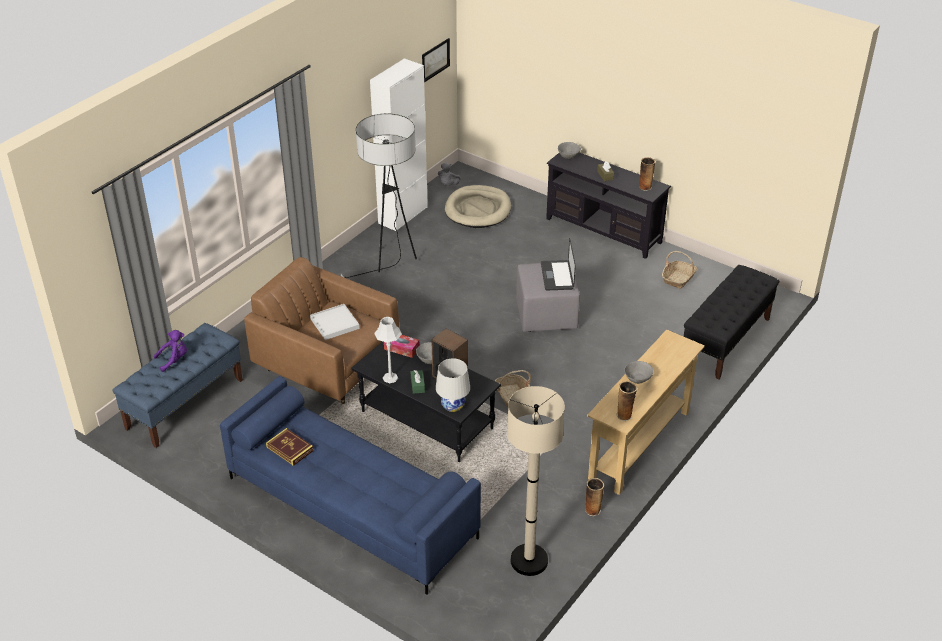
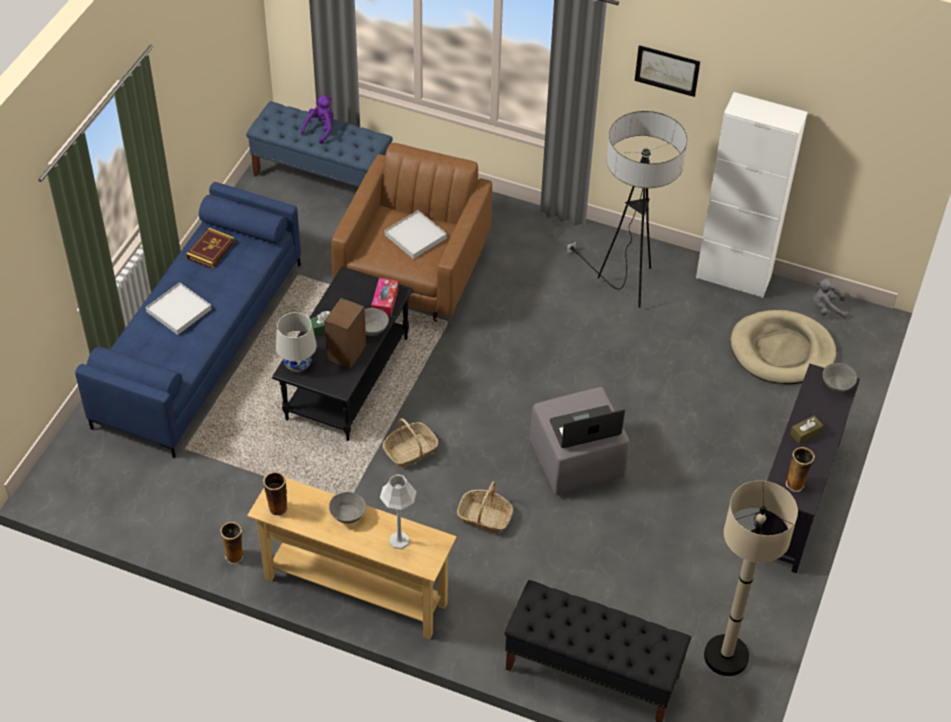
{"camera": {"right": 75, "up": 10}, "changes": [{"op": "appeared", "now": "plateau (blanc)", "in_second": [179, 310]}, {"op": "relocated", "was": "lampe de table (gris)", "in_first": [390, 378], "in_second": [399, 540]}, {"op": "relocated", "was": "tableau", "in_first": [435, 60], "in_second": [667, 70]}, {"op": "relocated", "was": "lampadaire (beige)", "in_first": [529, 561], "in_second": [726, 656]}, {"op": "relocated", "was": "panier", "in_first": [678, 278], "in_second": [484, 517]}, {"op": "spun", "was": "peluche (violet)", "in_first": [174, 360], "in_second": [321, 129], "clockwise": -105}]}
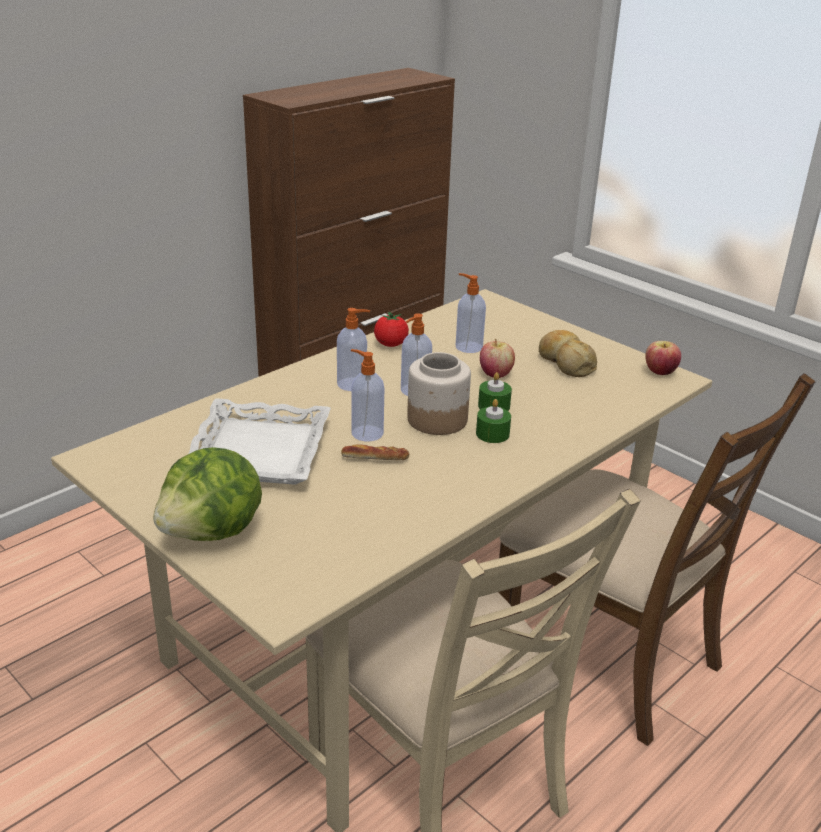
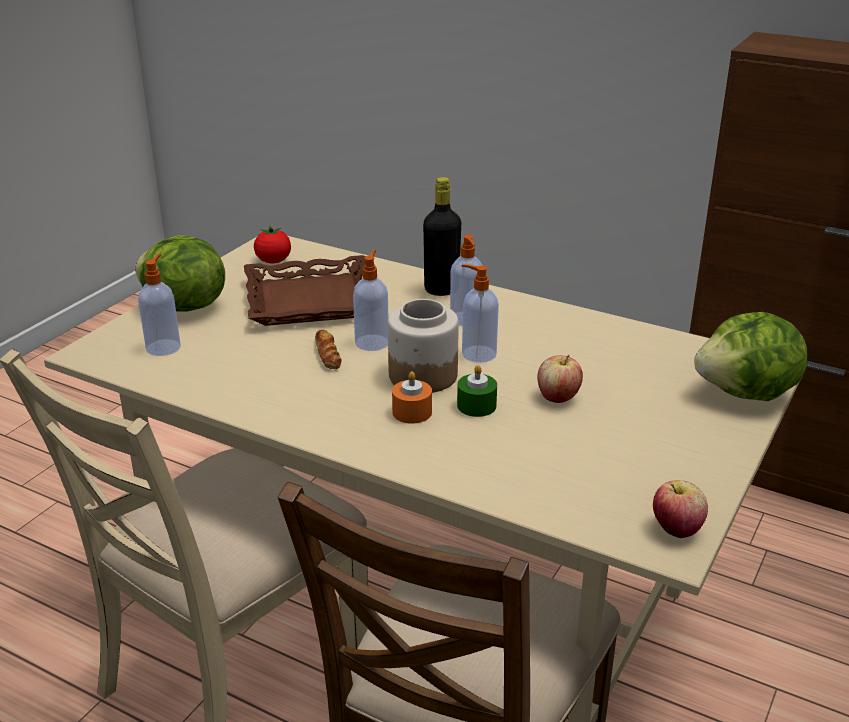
{"camera": {"right": 75, "up": 0}, "changes": [{"op": "missing", "was": "pain", "in_first": [566, 362]}, {"op": "appeared", "now": "bouteille (noir)", "in_second": [441, 289]}, {"op": "appeared", "now": "laitue", "in_second": [747, 394]}, {"op": "relocated", "was": "tomate", "in_first": [391, 344], "in_second": [273, 261]}, {"op": "relocated", "was": "distributeur de savon", "in_first": [468, 347], "in_second": [164, 347]}, {"op": "colour", "was": "plateau (blanc)", "now": "plateau (marron)", "in_first": [259, 452], "in_second": [311, 301]}, {"op": "colour", "was": "bougie (vert)", "now": "bougie (orange)", "in_first": [492, 434], "in_second": [412, 412]}]}
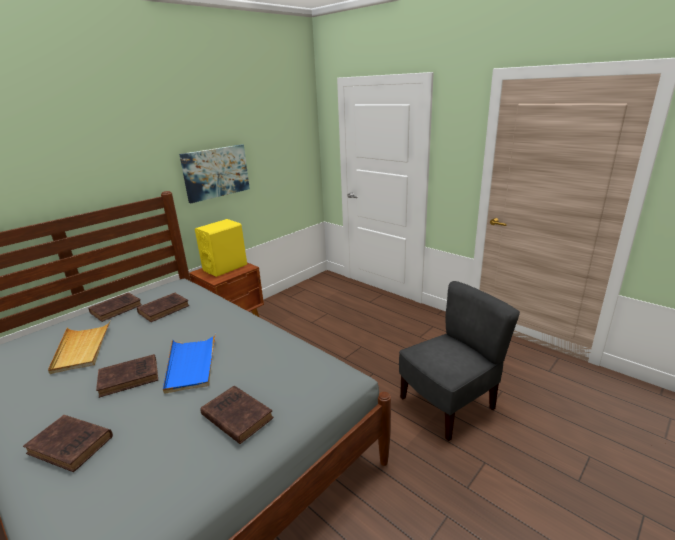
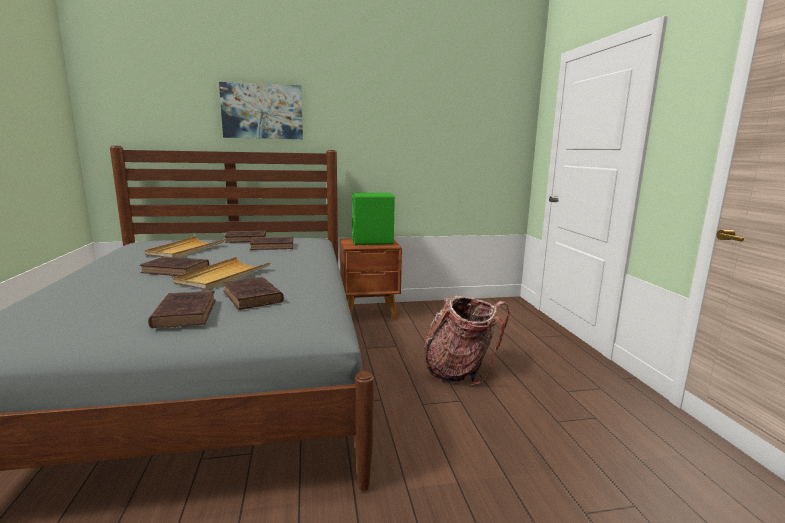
{"camera": {"right": 35, "up": -10}, "changes": [{"op": "missing", "was": "chaise (gris)", "in_first": [448, 404]}, {"op": "appeared", "now": "sac à dos", "in_second": [460, 371]}, {"op": "relocated", "was": "livre (marron)", "in_first": [72, 445], "in_second": [253, 297]}, {"op": "relocated", "was": "tableau", "in_first": [216, 172], "in_second": [262, 111]}, {"op": "colour", "was": "plateau (bleu)", "now": "plateau (beige)", "in_first": [191, 364], "in_second": [223, 276]}, {"op": "colour", "was": "enceinte (jaune)", "now": "enceinte (vert)", "in_first": [225, 267], "in_second": [372, 242]}]}
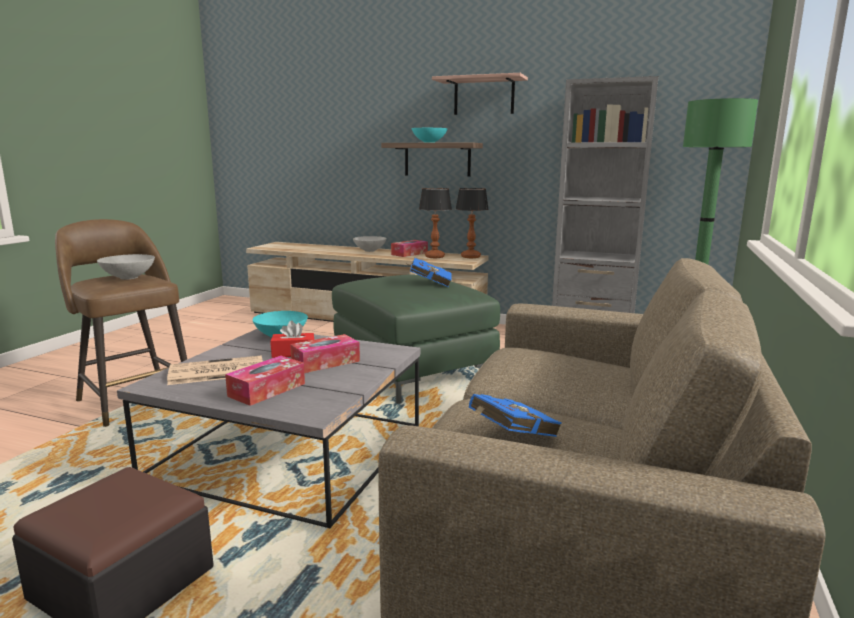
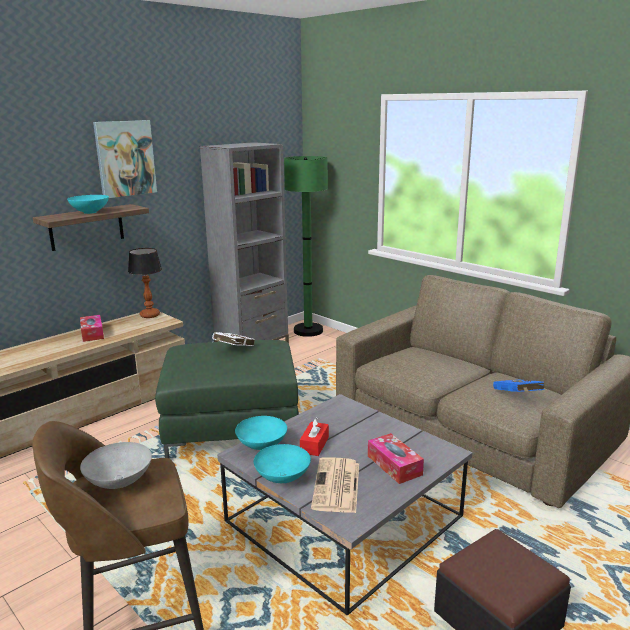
{"camera": {"right": -65, "up": 5}, "changes": [{"op": "missing", "was": "boîte à mouchoirs", "in_first": [325, 362]}, {"op": "missing", "was": "bol (gris)", "in_first": [369, 251]}, {"op": "missing", "was": "lampe de table", "in_first": [434, 257]}, {"op": "appeared", "now": "bol (turquoise)", "in_second": [282, 478]}, {"op": "exchanged", "was": "étagère", "now": "tableau", "in_first": [484, 96], "in_second": [125, 158]}, {"op": "colour", "was": "livre (bleu)", "now": "livre (blanc)", "in_first": [428, 283], "in_second": [233, 350]}]}
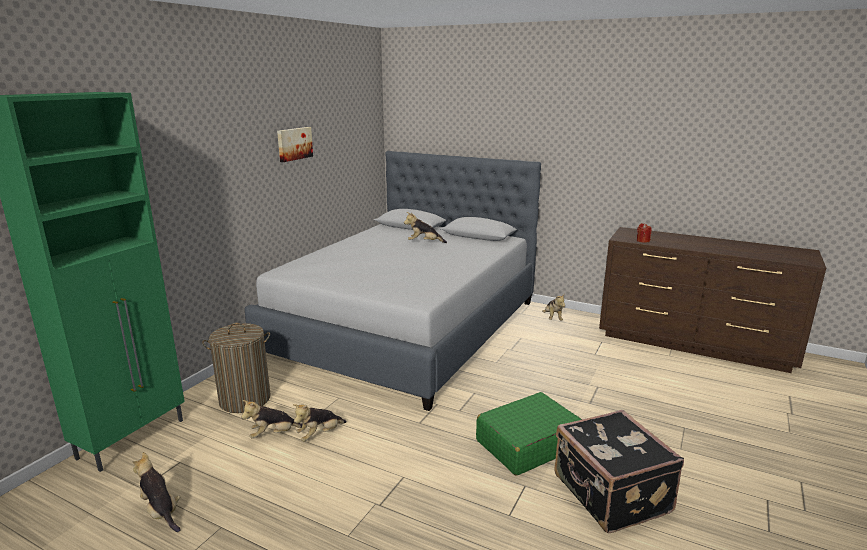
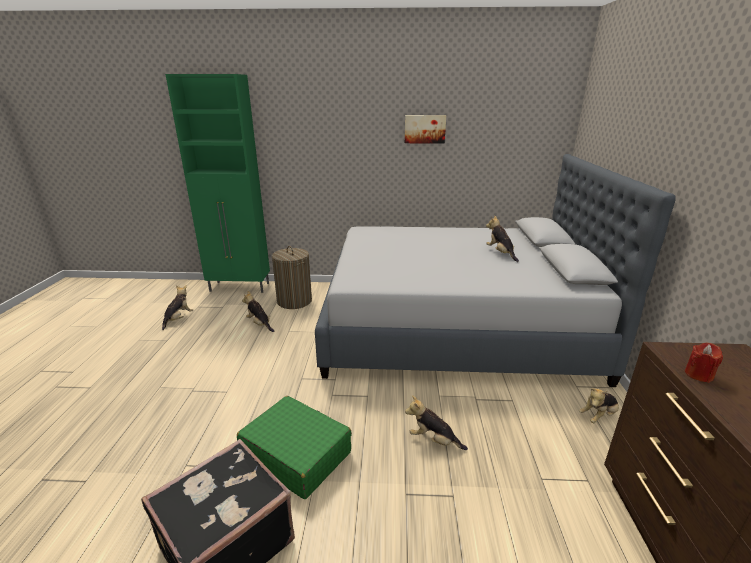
{"camera": {"right": 65, "up": 5}, "changes": [{"op": "relocated", "was": "peluche", "in_first": [319, 435], "in_second": [433, 440]}]}
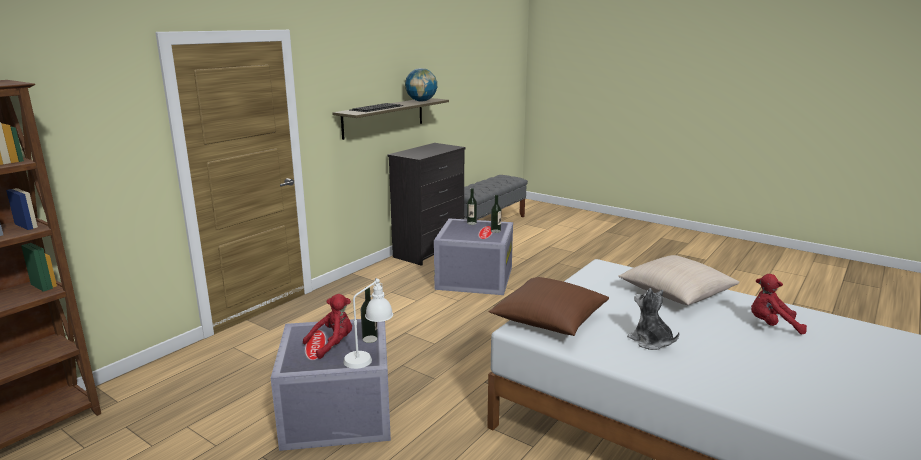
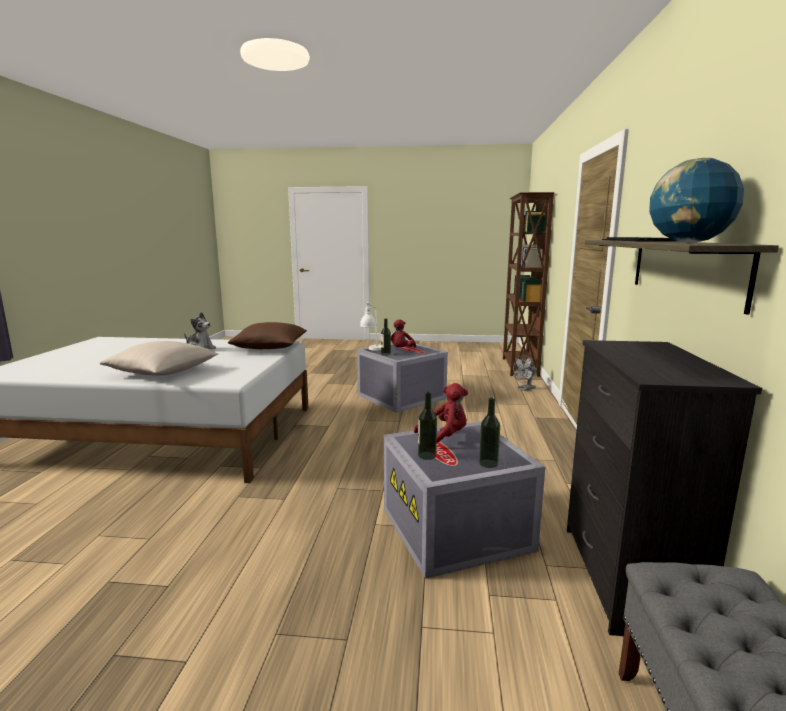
{"camera": {"right": 150, "up": -5}, "changes": [{"op": "appeared", "now": "ventilateur (gris)", "in_second": [524, 389]}, {"op": "relocated", "was": "peluche (rouge)", "in_first": [772, 325], "in_second": [444, 437]}]}
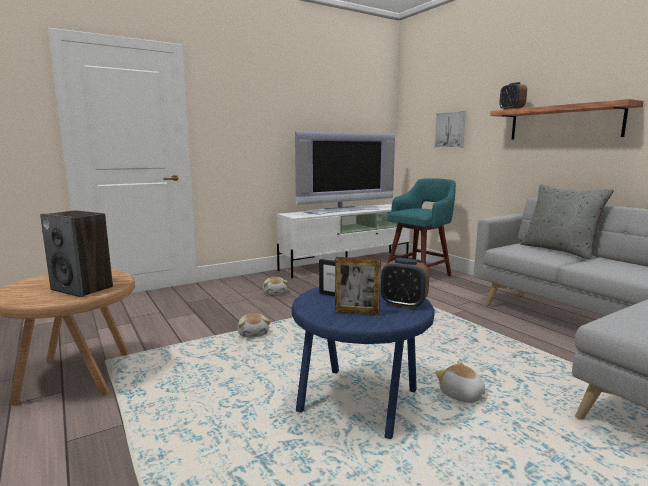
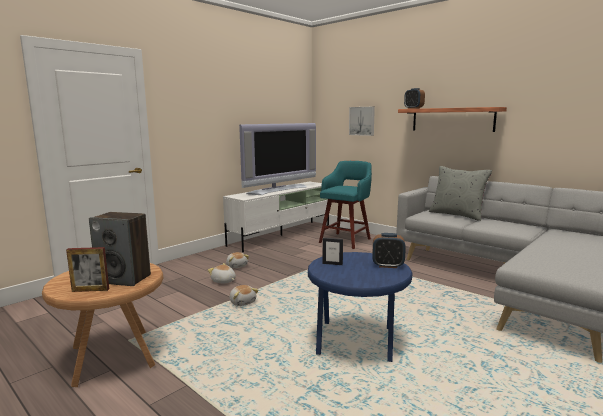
{"camera": {"right": -15, "up": 0}, "changes": [{"op": "relocated", "was": "cadre photo", "in_first": [357, 312], "in_second": [90, 290]}, {"op": "relocated", "was": "peluche", "in_first": [461, 395], "in_second": [223, 281]}]}
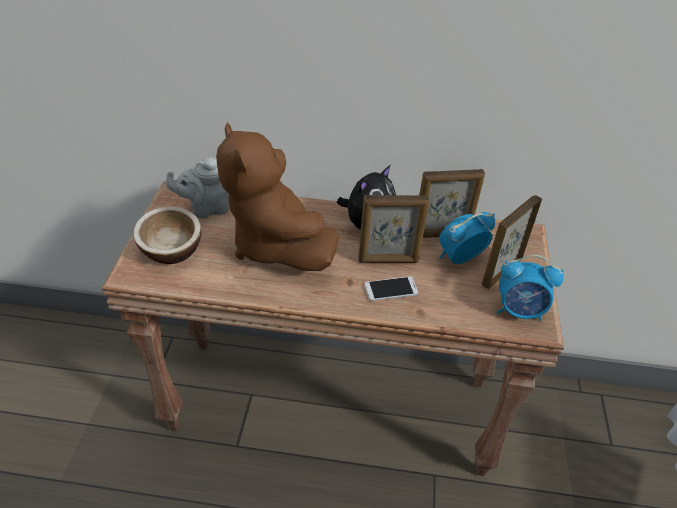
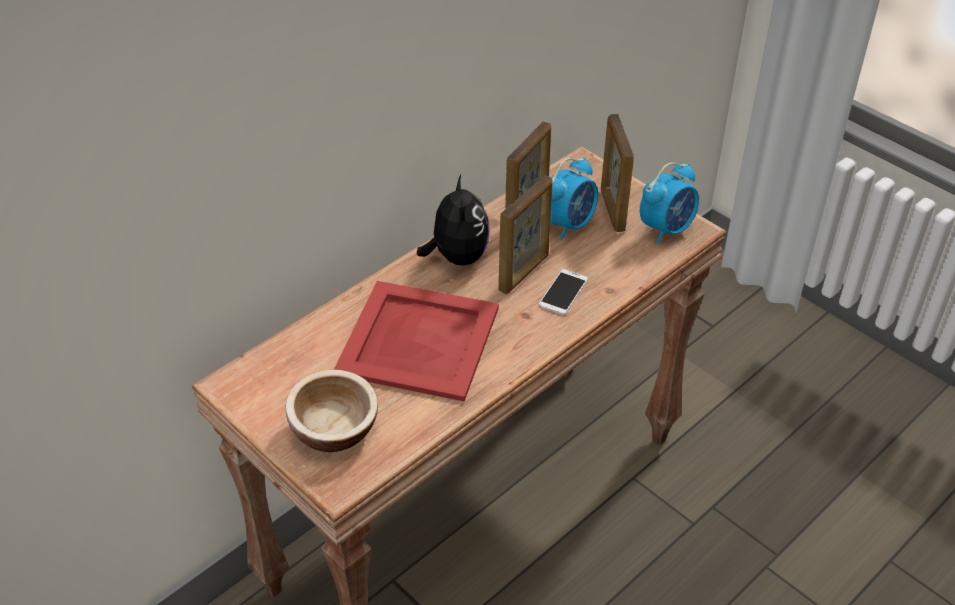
{"camera": {"right": -50, "up": 0}, "changes": [{"op": "missing", "was": "théière (gris)", "in_first": [207, 208]}, {"op": "exchanged", "was": "peluche (marron)", "now": "plateau (rouge)", "in_first": [276, 245], "in_second": [417, 341]}, {"op": "spun", "was": "réveil", "in_first": [459, 257], "in_second": [569, 224], "clockwise": -150}]}
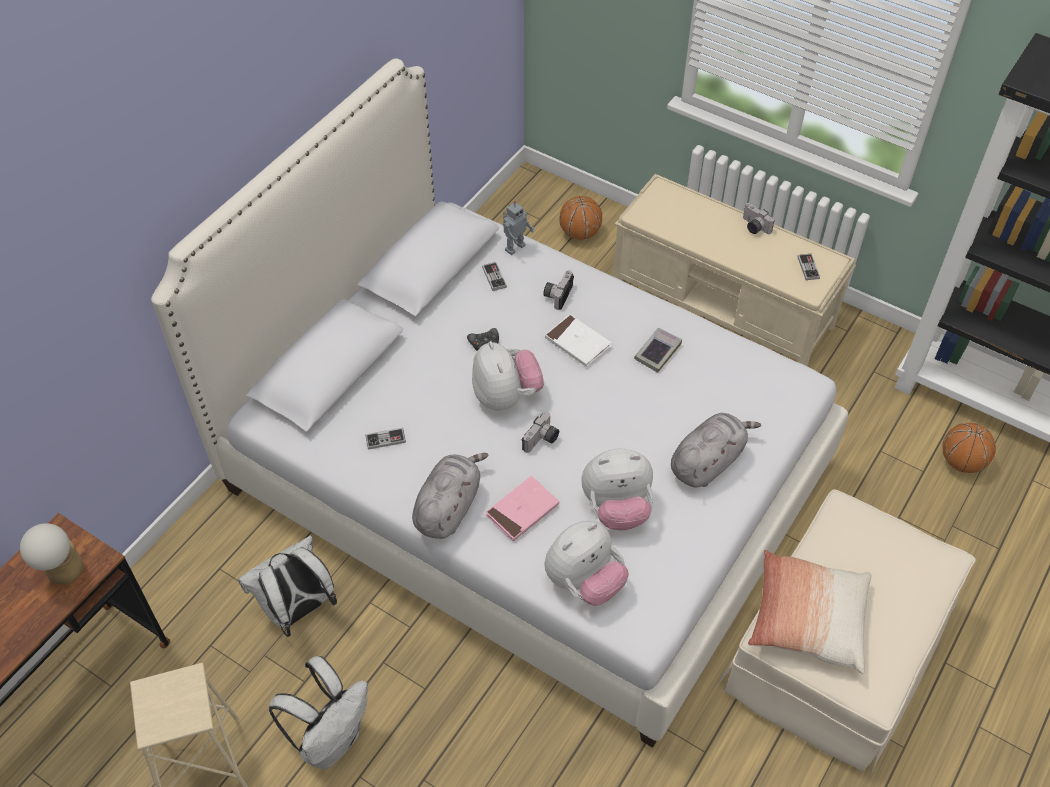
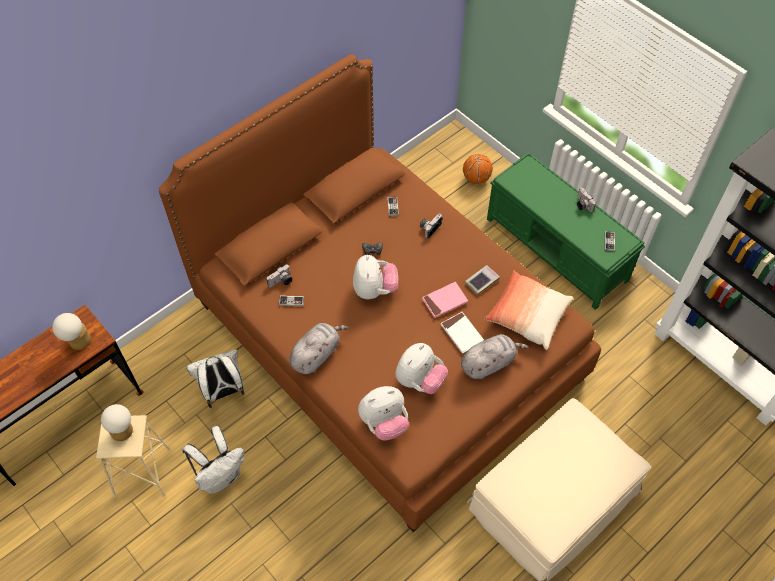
{"camera": {"right": 15, "up": 5}, "changes": [{"op": "missing", "was": "robot jouet", "in_first": [514, 247]}, {"op": "missing", "was": "ballon de basket", "in_first": [961, 462]}, {"op": "appeared", "now": "lampe de table", "in_second": [123, 433]}, {"op": "relocated", "was": "livre (rose)", "in_first": [522, 510], "in_second": [444, 301]}, {"op": "relocated", "was": "appareil photo", "in_first": [542, 440], "in_second": [281, 282]}, {"op": "relocated", "was": "livre (blanc)", "in_first": [578, 343], "in_second": [462, 333]}, {"op": "relocated", "was": "coussin", "in_first": [807, 620], "in_second": [527, 315]}, {"op": "colour", "was": "lit (blanc)", "now": "lit (marron)", "in_first": [523, 480], "in_second": [386, 340]}, {"op": "colour", "was": "banc (beige)", "now": "banc (vert)", "in_first": [723, 305], "in_second": [557, 250]}, {"op": "spun", "was": "peluche", "in_first": [617, 508], "in_second": [420, 380], "clockwise": -60}]}
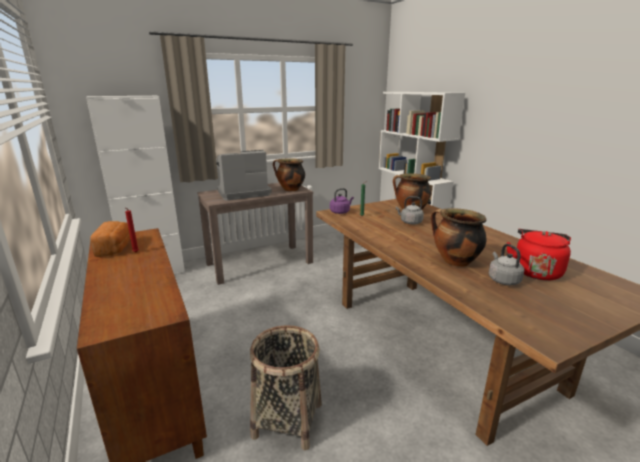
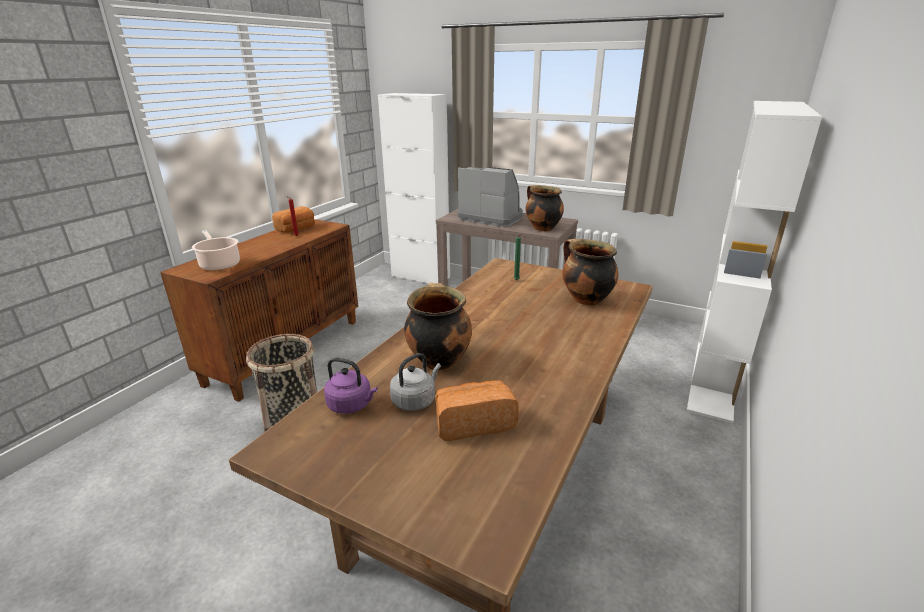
{"camera": {"right": 55, "up": 5}, "changes": [{"op": "missing", "was": "bouilloire (gris)", "in_first": [410, 222]}, {"op": "appeared", "now": "marmite", "in_second": [219, 264]}, {"op": "relocated", "was": "bouilloire (violet)", "in_first": [340, 212], "in_second": [352, 405]}, {"op": "exchanged", "was": "bouilloire (rouge)", "now": "pain", "in_first": [535, 271], "in_second": [473, 423]}]}
